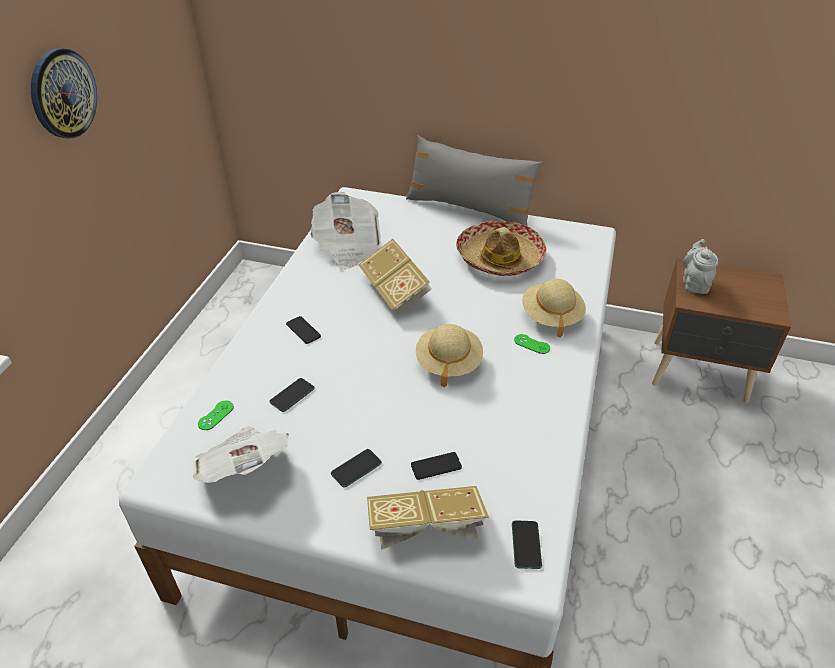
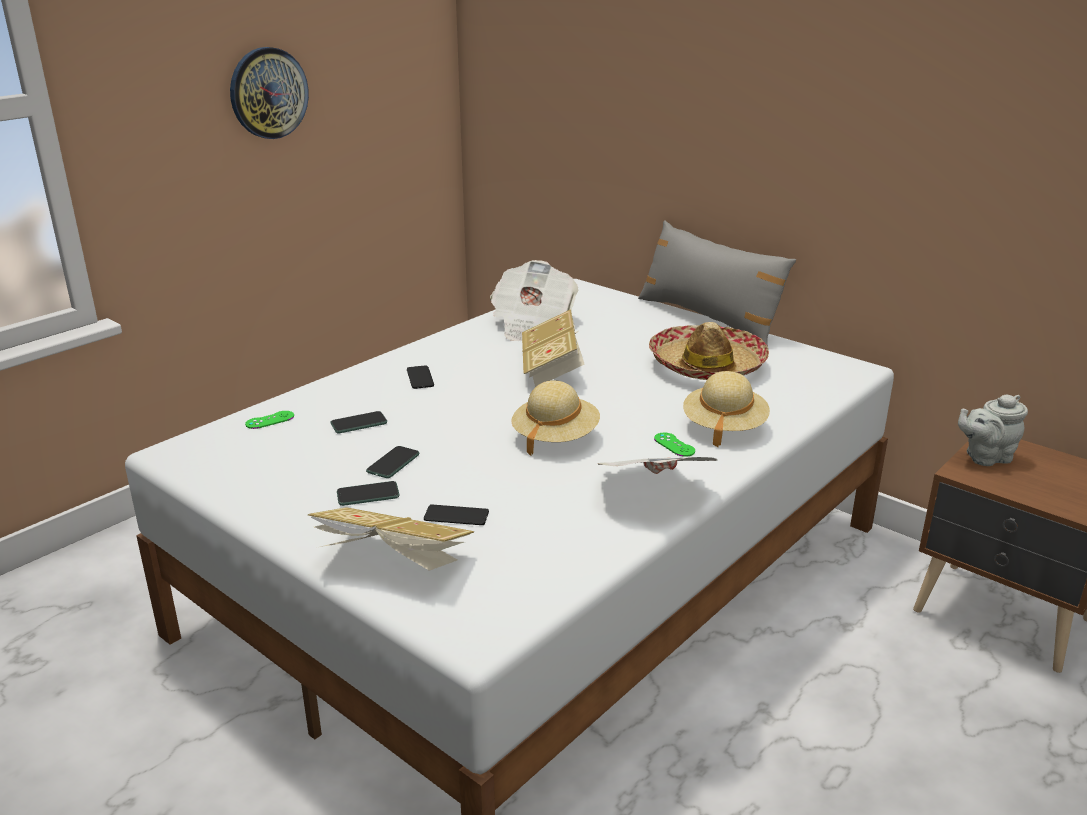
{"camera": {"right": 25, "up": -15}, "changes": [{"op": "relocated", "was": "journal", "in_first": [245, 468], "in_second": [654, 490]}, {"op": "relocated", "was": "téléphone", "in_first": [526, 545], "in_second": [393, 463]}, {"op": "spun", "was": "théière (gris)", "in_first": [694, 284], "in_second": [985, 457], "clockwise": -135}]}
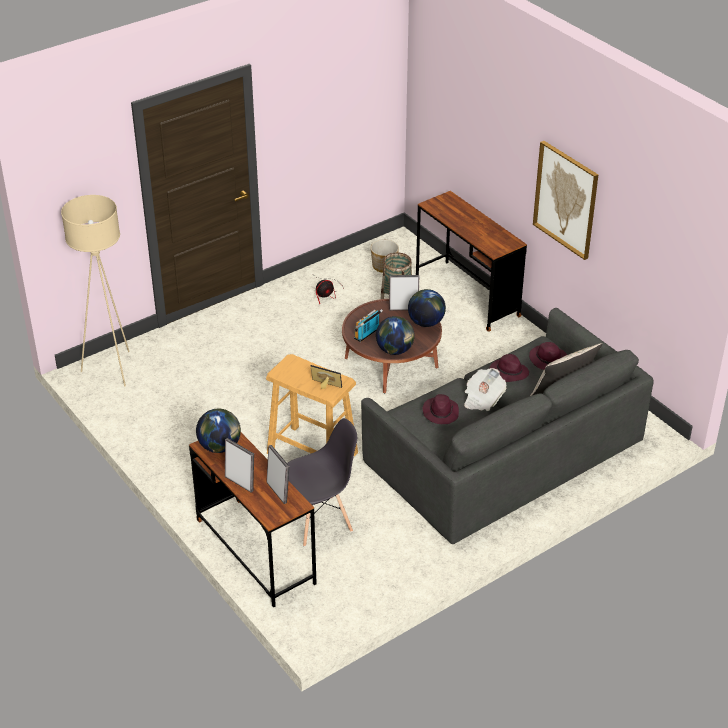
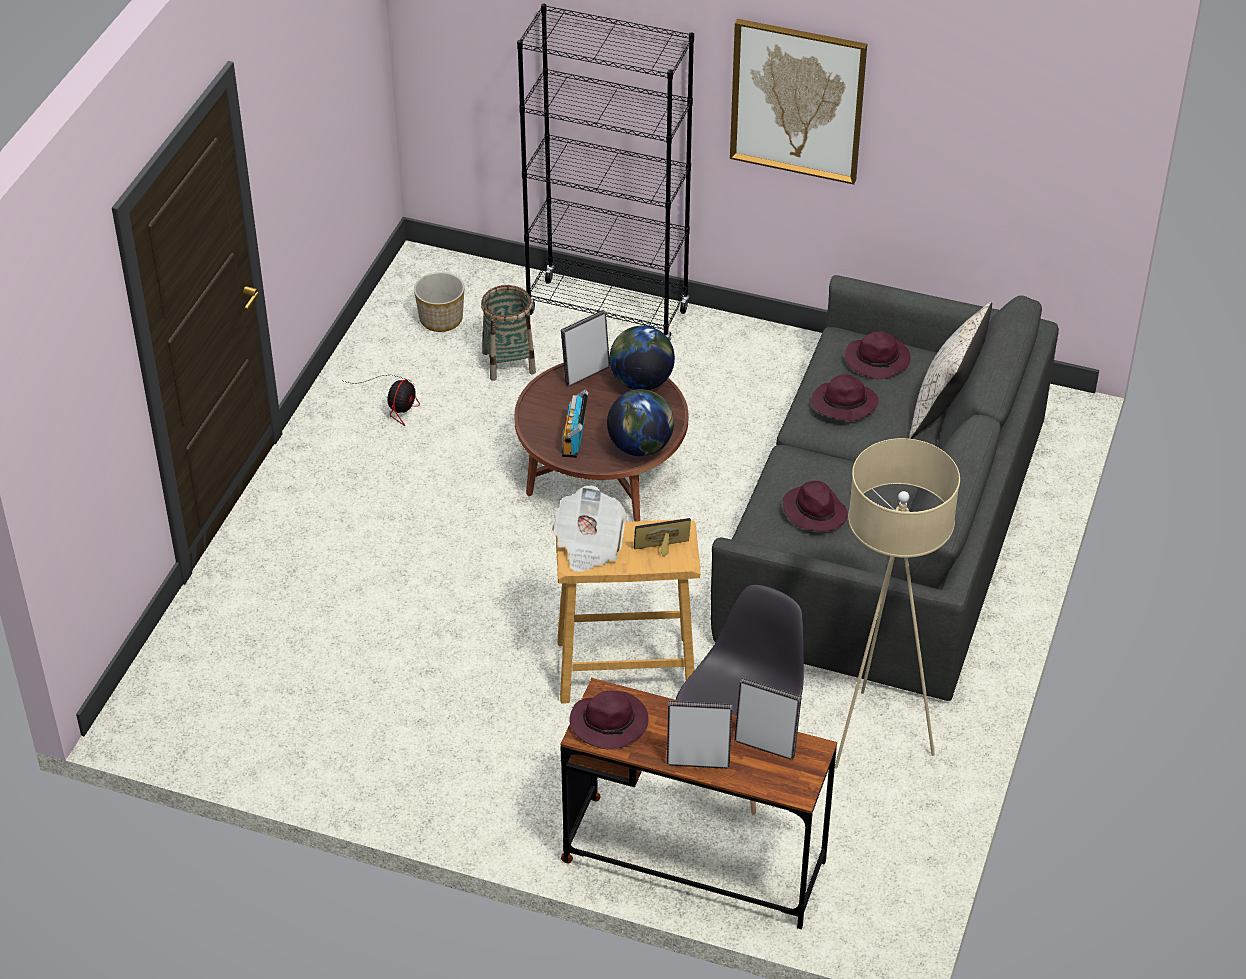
{"camera": {"right": -35, "up": 5}, "changes": [{"op": "relocated", "was": "lampadaire (beige)", "in_first": [112, 369], "in_second": [877, 737]}, {"op": "relocated", "was": "journal", "in_first": [482, 399], "in_second": [589, 545]}, {"op": "exchanged", "was": "globe", "now": "chapeau (violet)", "in_first": [220, 446], "in_second": [610, 723]}, {"op": "exchanged", "was": "bureau (marron)", "now": "bibliothèque (noir)", "in_first": [467, 295], "in_second": [608, 312]}]}
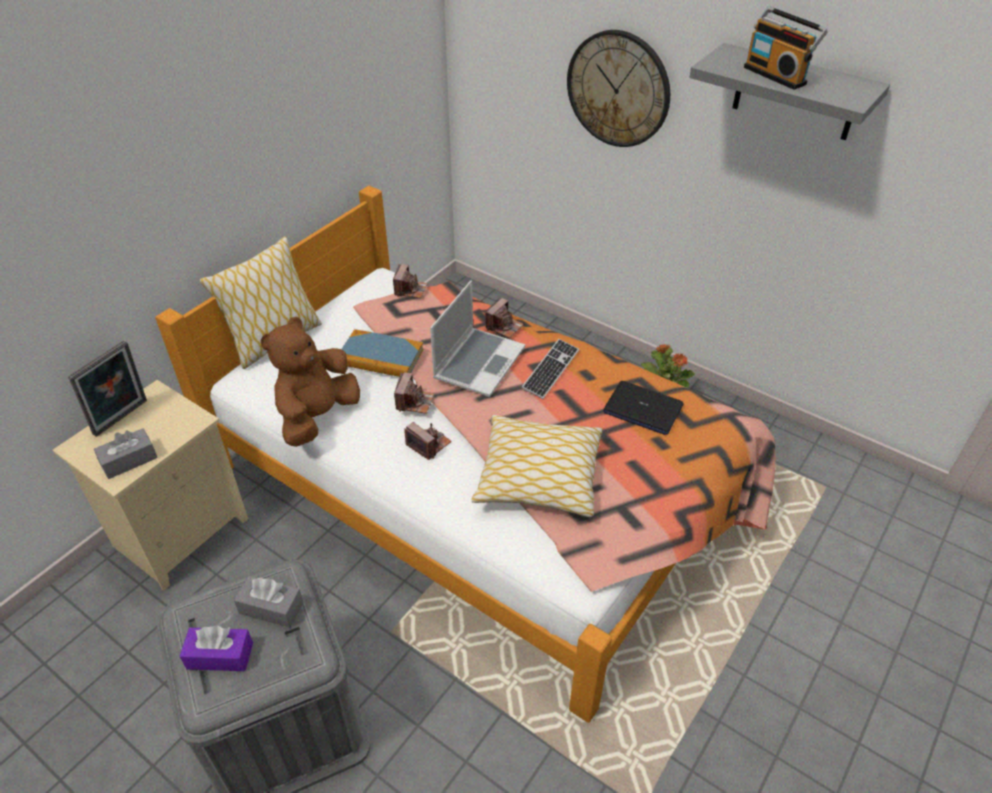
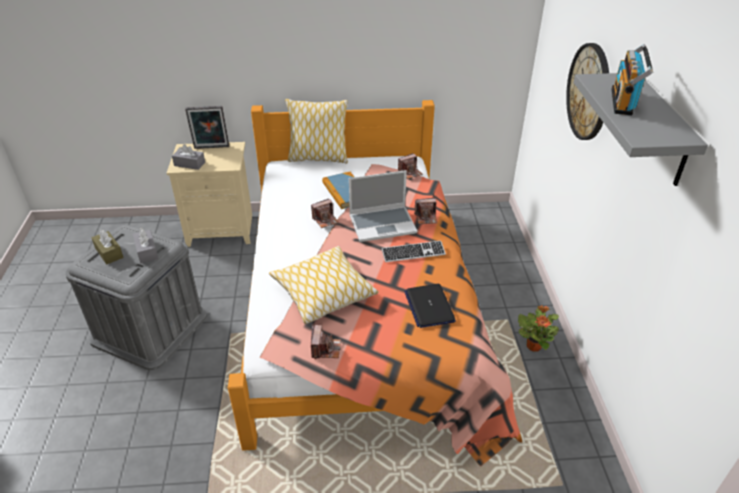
{"camera": {"right": 50, "up": -5}, "changes": [{"op": "missing", "was": "peluche (marron)", "in_first": [317, 417]}, {"op": "relocated", "was": "appareil photo", "in_first": [428, 444], "in_second": [325, 349]}, {"op": "colour", "was": "boîte à mouchoirs (violet)", "now": "boîte à mouchoirs (marron)", "in_first": [220, 655], "in_second": [109, 253]}]}
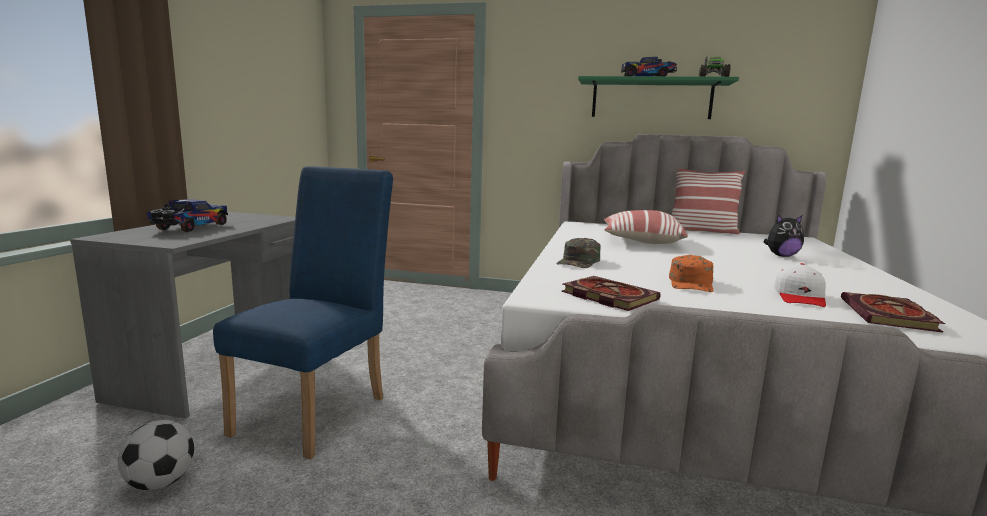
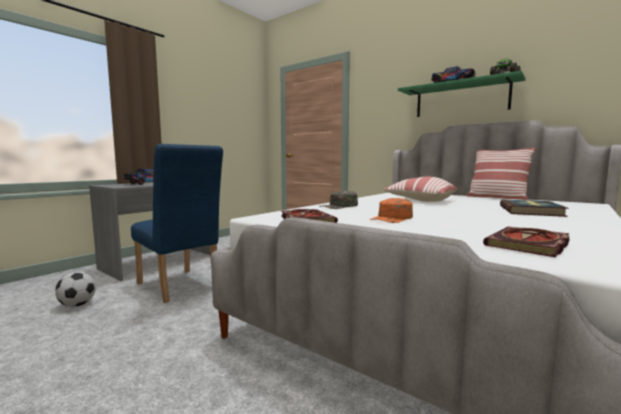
{"camera": {"right": 25, "up": -5}, "changes": [{"op": "missing", "was": "casquette (blanc)", "in_first": [800, 297]}, {"op": "exchanged", "was": "peluche", "now": "livre", "in_first": [781, 256], "in_second": [531, 211]}, {"op": "spun", "was": "chaise (bleu)", "in_first": [319, 409], "in_second": [180, 287], "clockwise": 90}]}
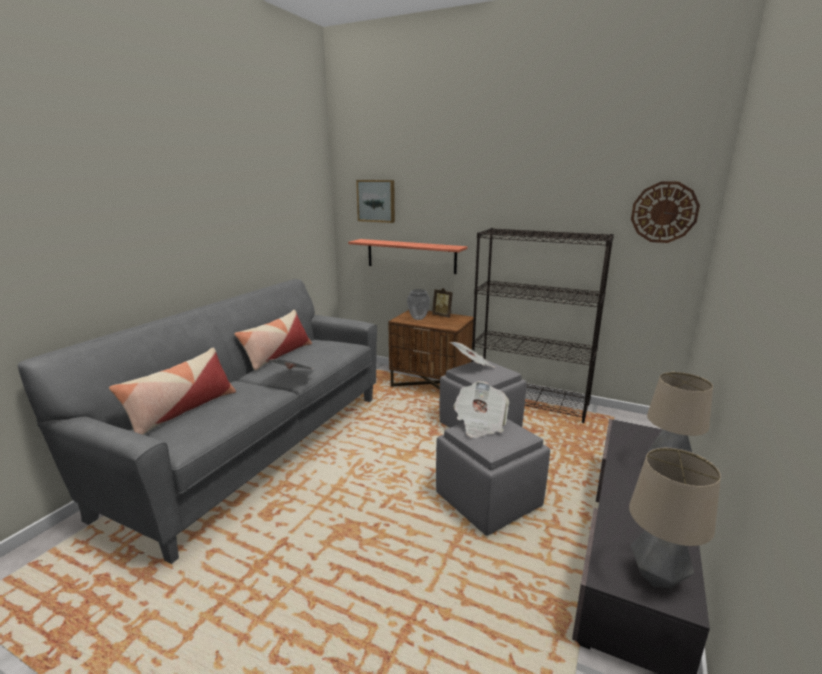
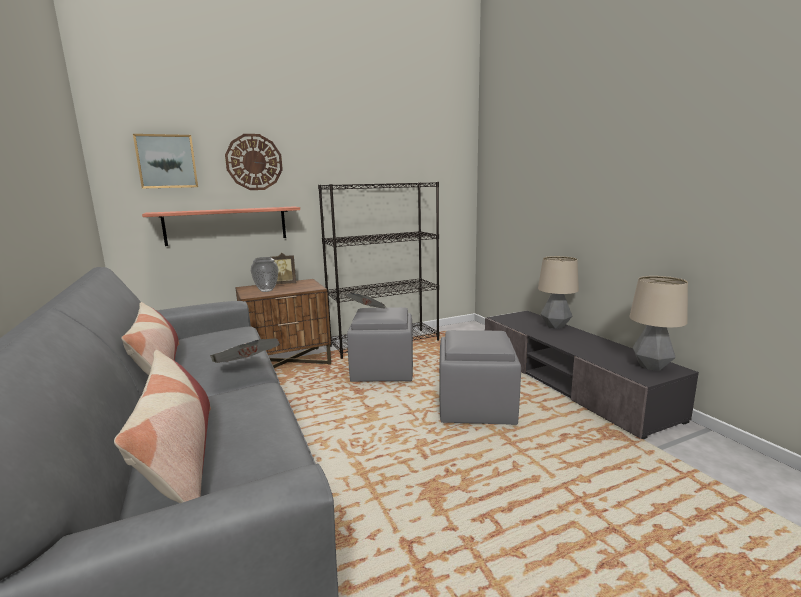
{"camera": {"right": -50, "up": -5}, "changes": [{"op": "missing", "was": "journal", "in_first": [480, 423]}, {"op": "relocated", "was": "horloge murale", "in_first": [664, 212], "in_second": [254, 162]}]}
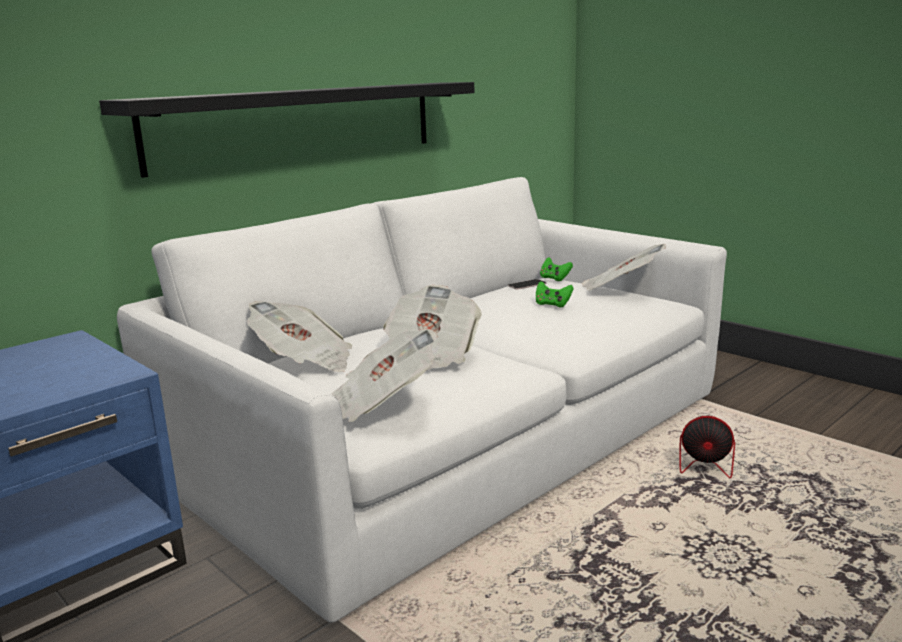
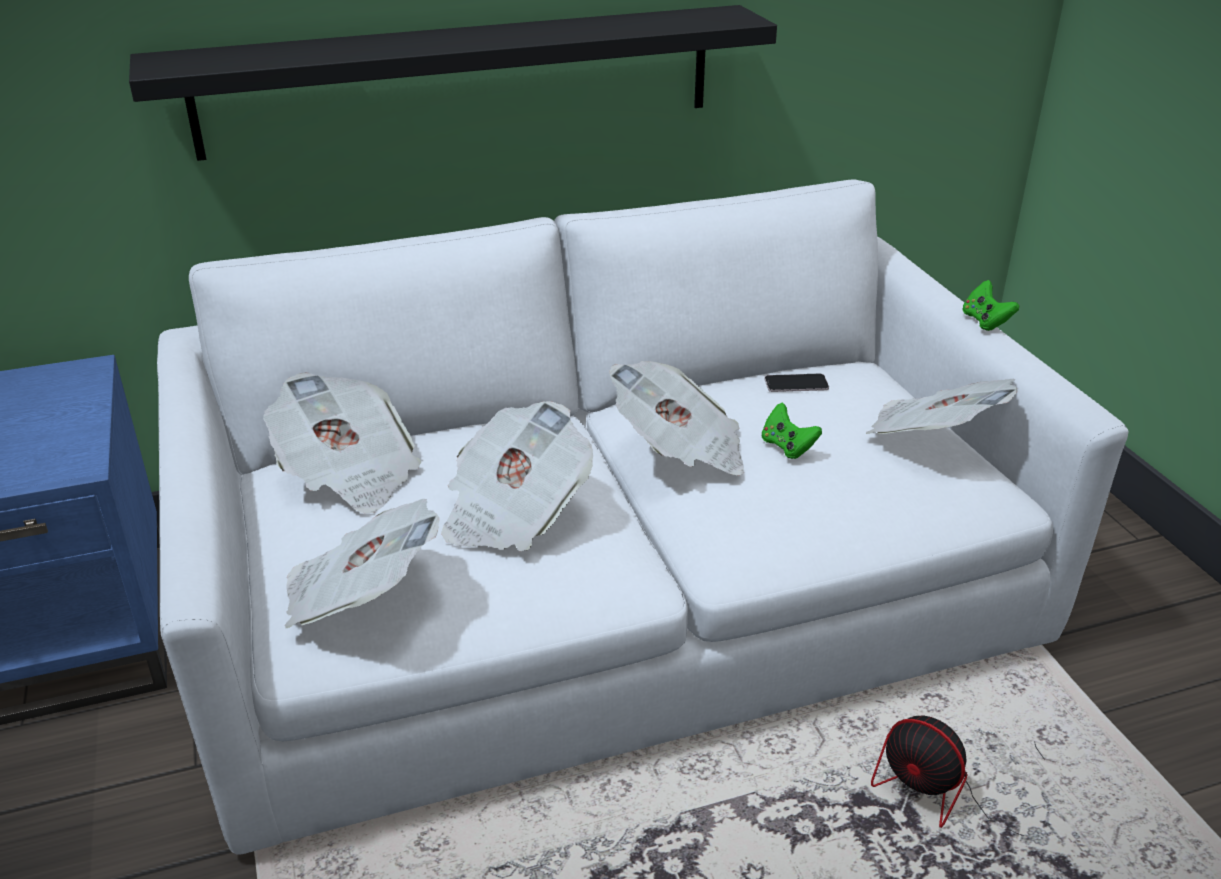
{"camera": {"right": 25, "up": 15}, "changes": [{"op": "appeared", "now": "journal", "in_second": [680, 450]}, {"op": "relocated", "was": "manette (vert)", "in_first": [554, 279], "in_second": [985, 321]}]}
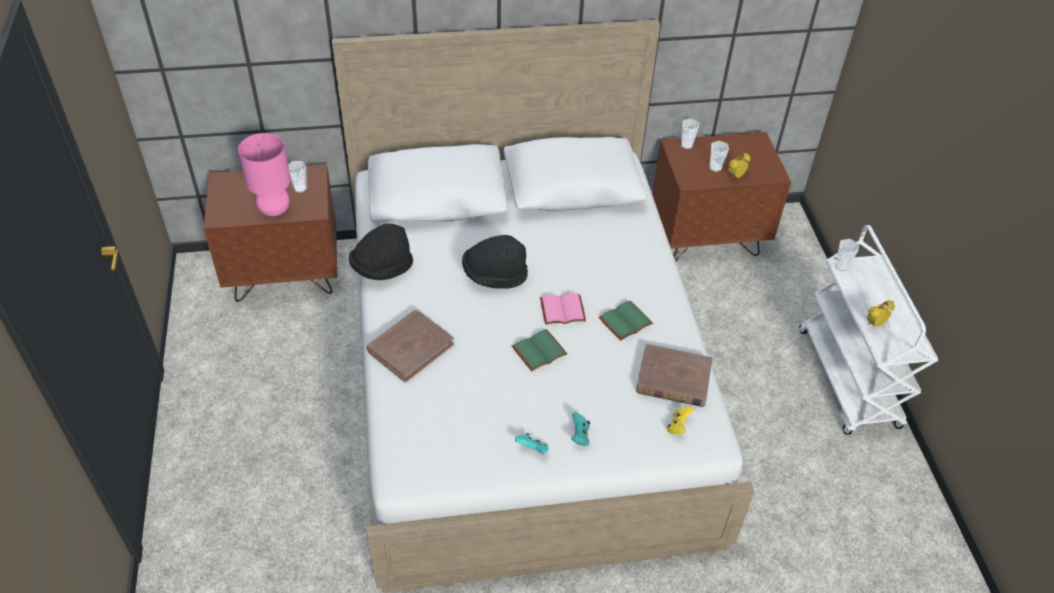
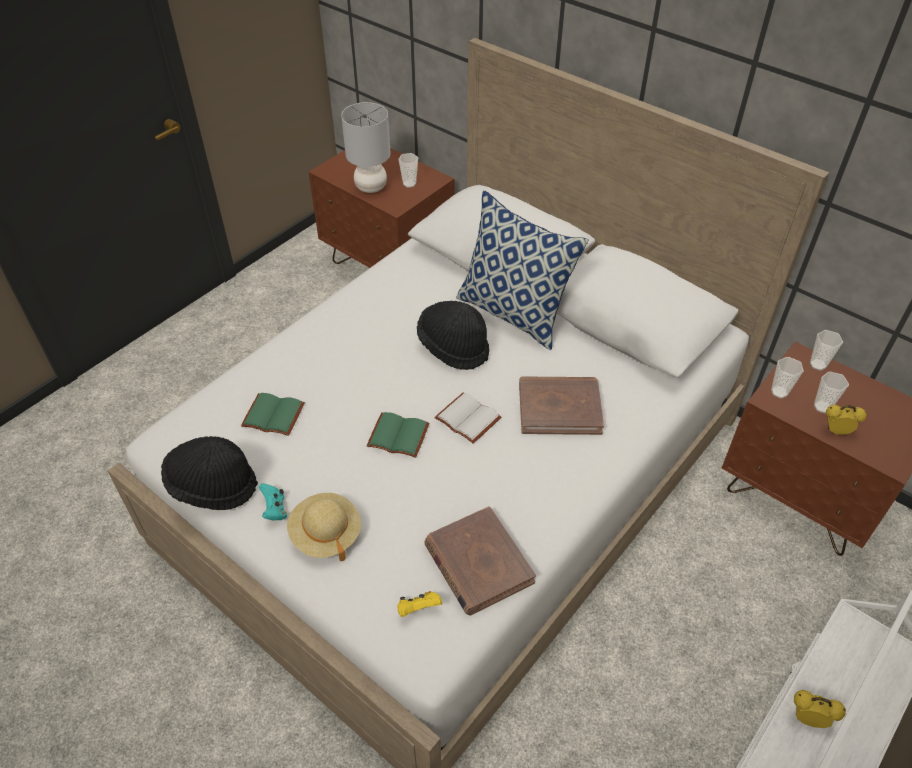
{"camera": {"right": 50, "up": 0}, "changes": [{"op": "appeared", "now": "coussin", "in_second": [514, 313]}, {"op": "relocated", "was": "chapeau (noir)", "in_first": [382, 268], "in_second": [212, 486]}, {"op": "relocated", "was": "livre (marron)", "in_first": [410, 347], "in_second": [559, 408]}, {"op": "relocated", "was": "livre (vert)", "in_first": [625, 322], "in_second": [272, 416]}, {"op": "relocated", "was": "tasse", "in_first": [841, 266], "in_second": [779, 392]}, {"op": "exchanged", "was": "manette (turquoise)", "now": "chapeau (beige)", "in_first": [580, 435], "in_second": [326, 534]}, {"op": "colour", "was": "lampe de table (rose)", "now": "lampe de table (gris)", "in_first": [274, 209], "in_second": [370, 187]}, {"op": "colour", "was": "livre (rose)", "now": "livre (blanc)", "in_first": [562, 311], "in_second": [466, 419]}]}
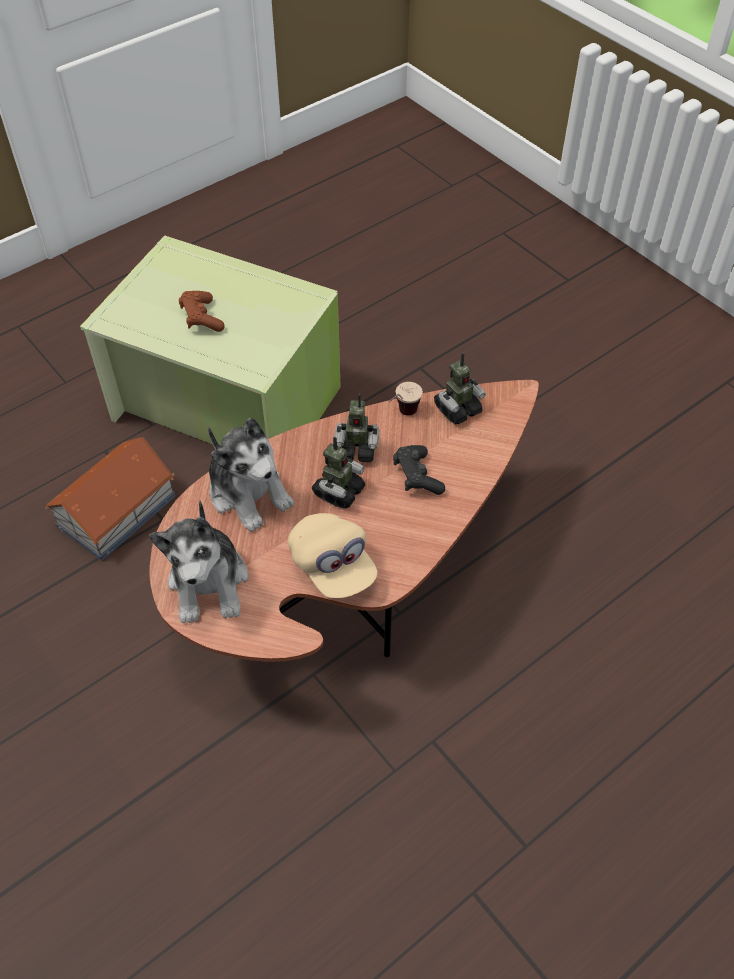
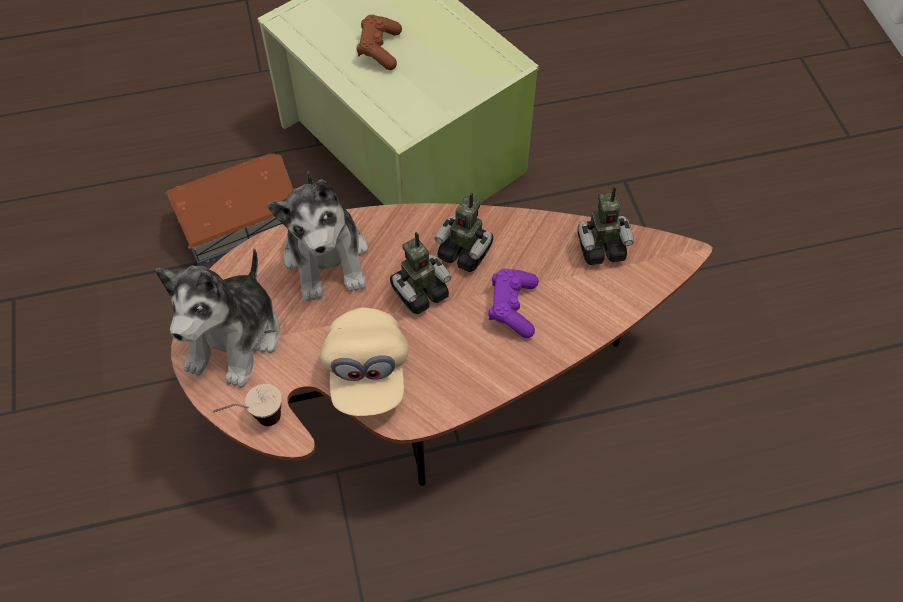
{"camera": {"right": 25, "up": 5}, "changes": [{"op": "relocated", "was": "tasse", "in_first": [402, 416], "in_second": [255, 422]}, {"op": "colour", "was": "manette (noir)", "now": "manette (violet)", "in_first": [417, 477], "in_second": [512, 308]}]}
